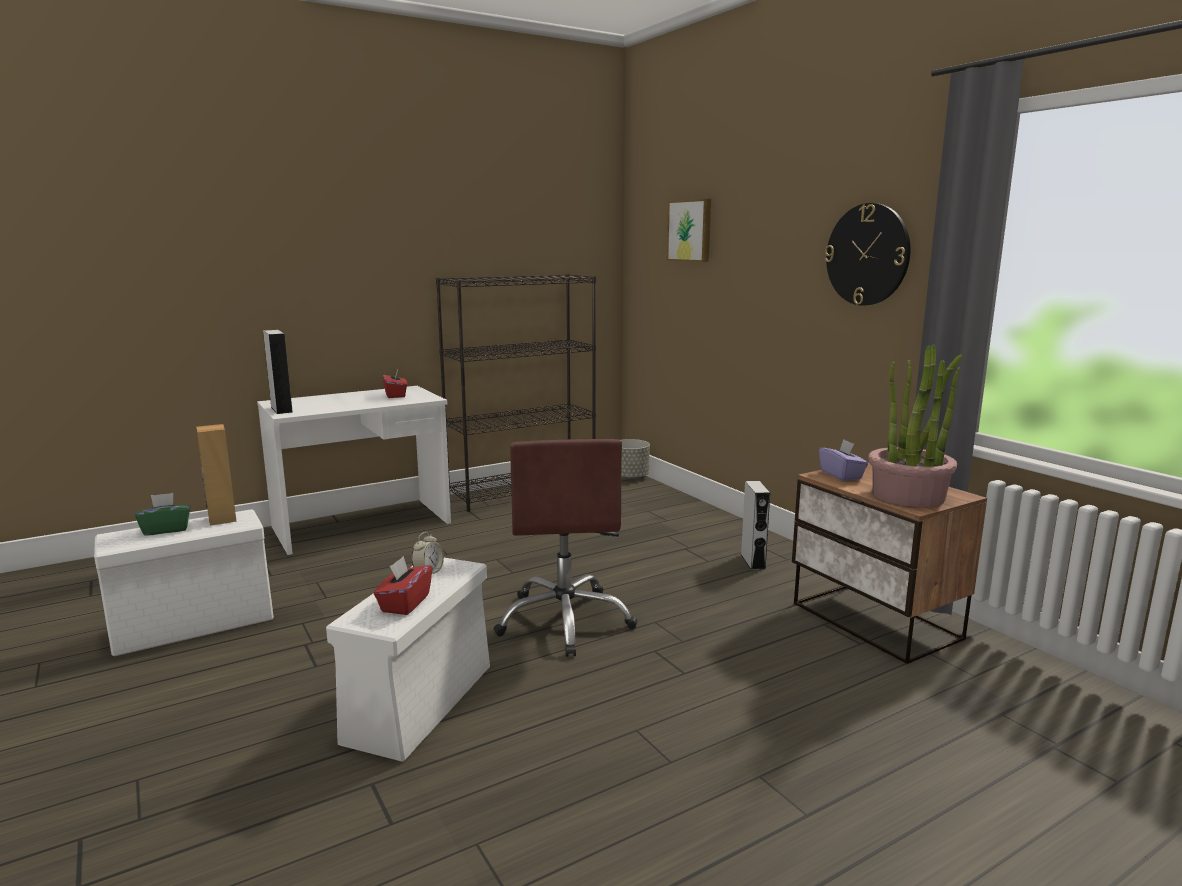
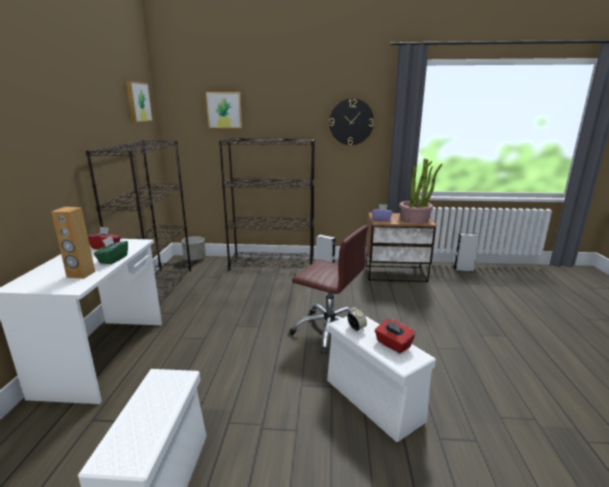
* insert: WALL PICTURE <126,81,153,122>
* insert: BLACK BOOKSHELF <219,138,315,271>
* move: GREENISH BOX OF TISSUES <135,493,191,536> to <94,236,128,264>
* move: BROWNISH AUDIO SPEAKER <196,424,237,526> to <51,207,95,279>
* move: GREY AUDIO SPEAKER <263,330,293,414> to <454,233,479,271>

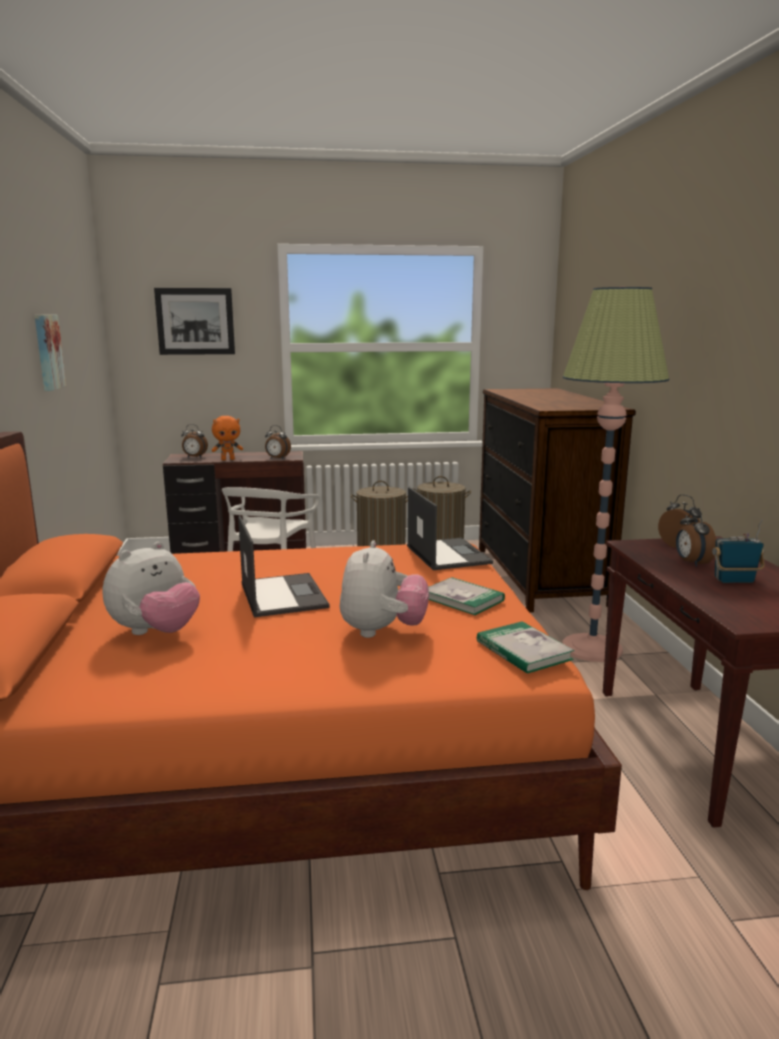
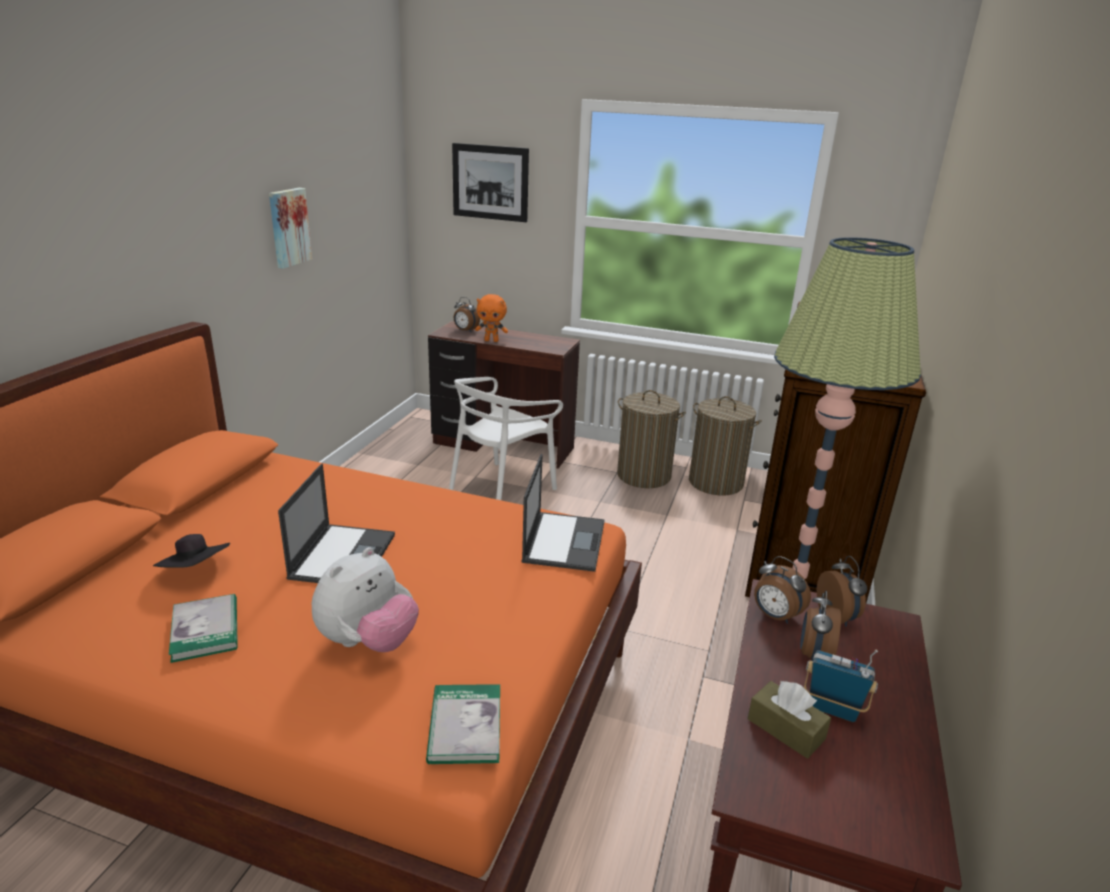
* insert: BROWNISH BOX OF TISSUES <748,680,831,759>
* move: BEDSIDE CLOCK <265,425,291,459> to <754,556,811,624>
* move: BOUND BOOK <429,577,505,615> to <169,594,238,663>
* replace: PLUSH TOY <103,542,200,635> to BLACK HAT <153,534,230,568>

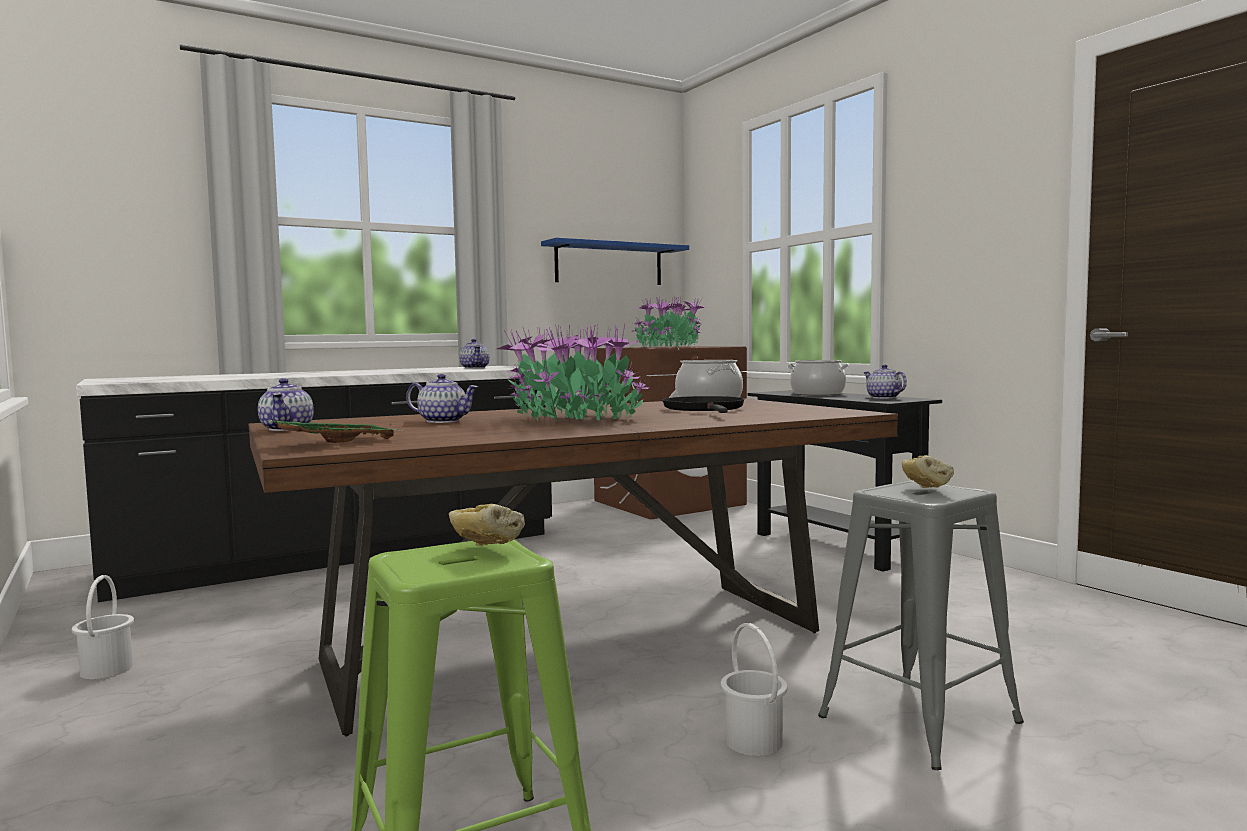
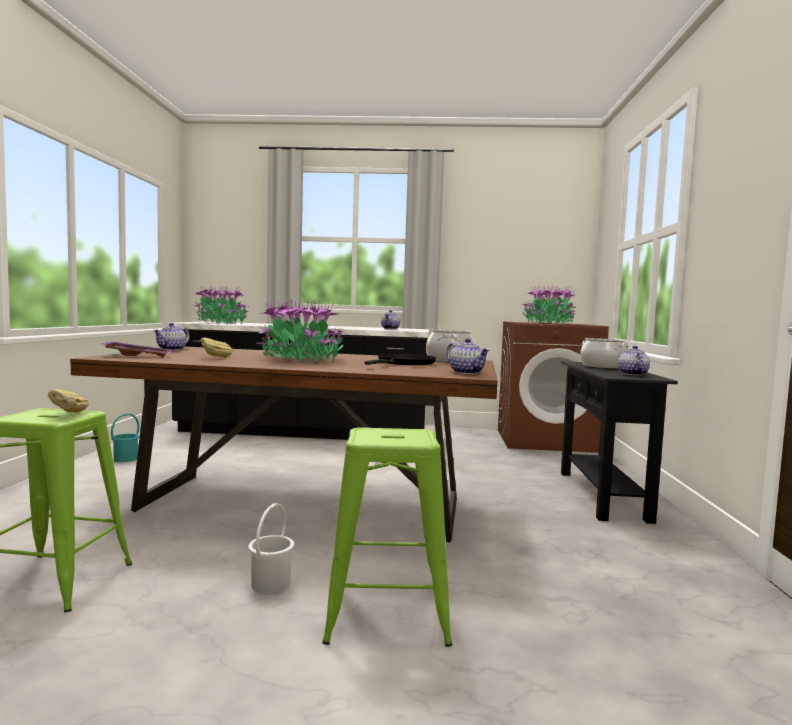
* delete: BLUE BRACKET SHELF <541,238,689,285>
* insert: PLANT IN A POT <194,286,250,324>
* move: POT FOR TEA <406,374,478,423> to <446,338,490,374>
* move: BREAD <902,455,954,488> to <201,337,233,358>
* recolor: WHITE-COLOURED BUCKET <72,575,134,679> to BLUE-GREEN BUCKET <111,413,140,462>
* recolor: GREENISH TRAY <269,420,403,443> to PURPLE-COLOURED TRAY <102,342,172,358>
* recolor: GREY SITTING STOOL <818,480,1024,770> to GREENISH SITTING STOOL <322,427,452,647>

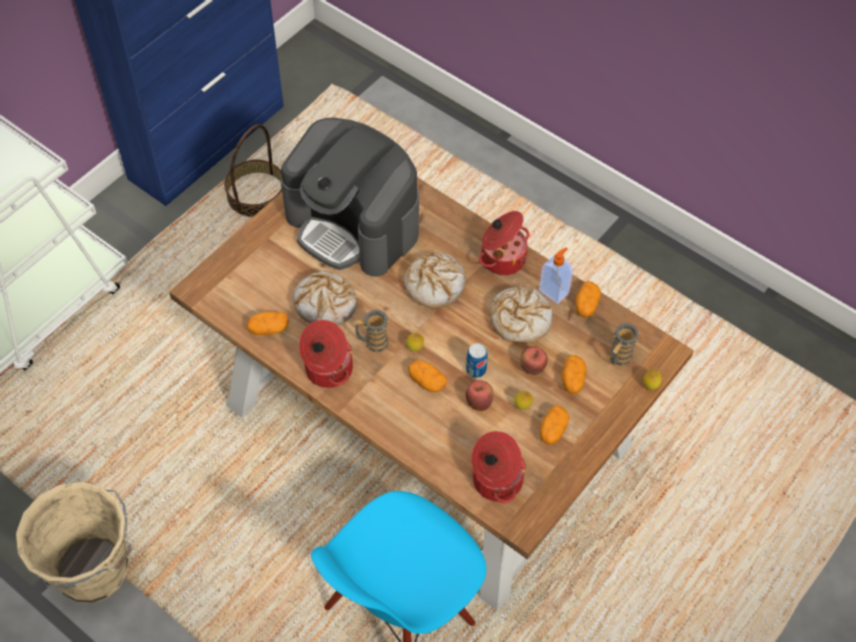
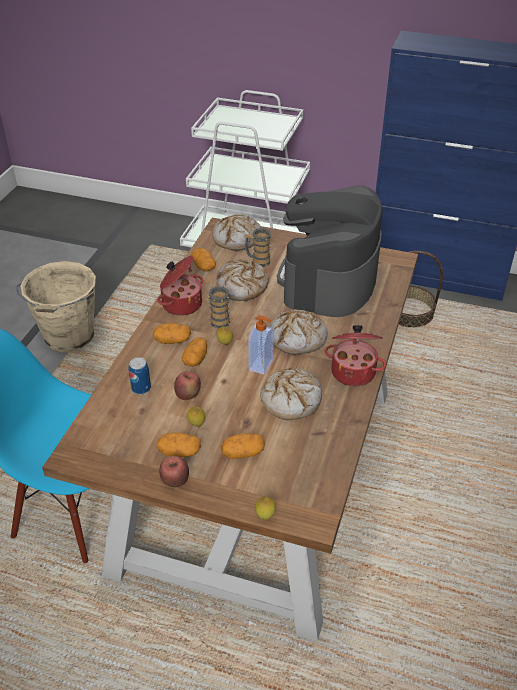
* delete: SAUCEPOT <472,431,526,503>
* insert: BREAD <212,214,262,251>
* move: CAN <466,343,488,378> to <129,357,151,395>
* move: APPLE FRUIT <520,346,548,375> to <159,456,189,487>
* move: LIQUID SOAP BOTTLE <539,248,573,304> to <248,315,274,374>
* move: POTATO <576,281,601,318> to <153,323,191,344>
* move: TEA MUG <609,323,640,367> to <244,228,272,267>

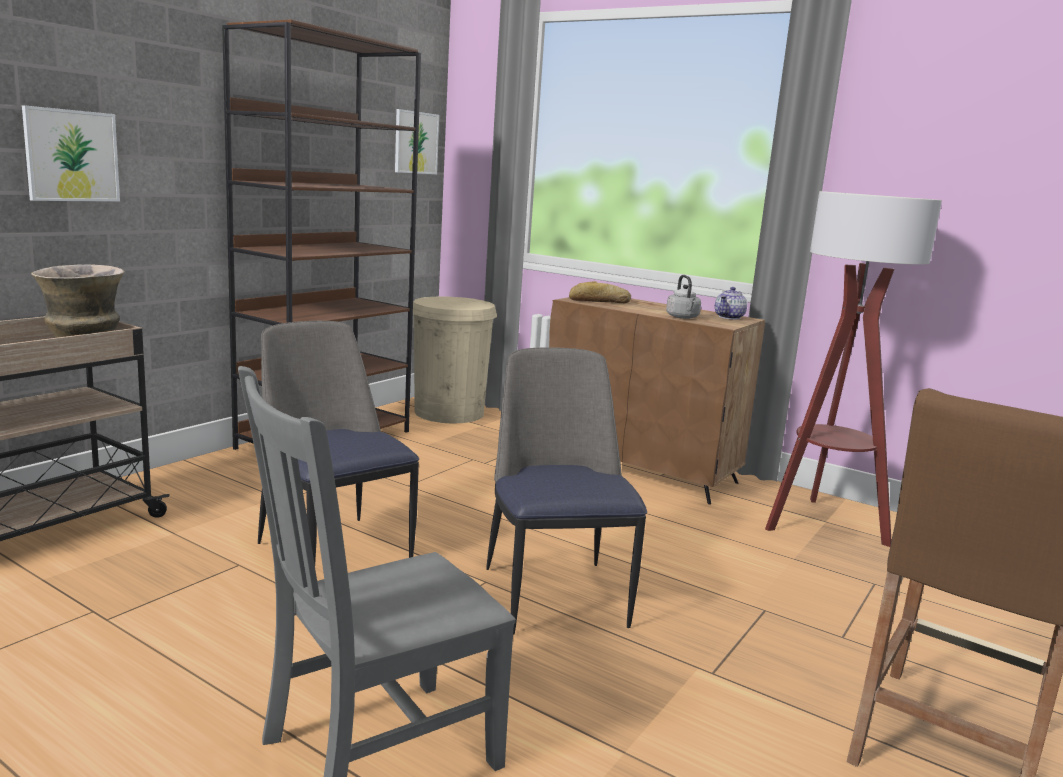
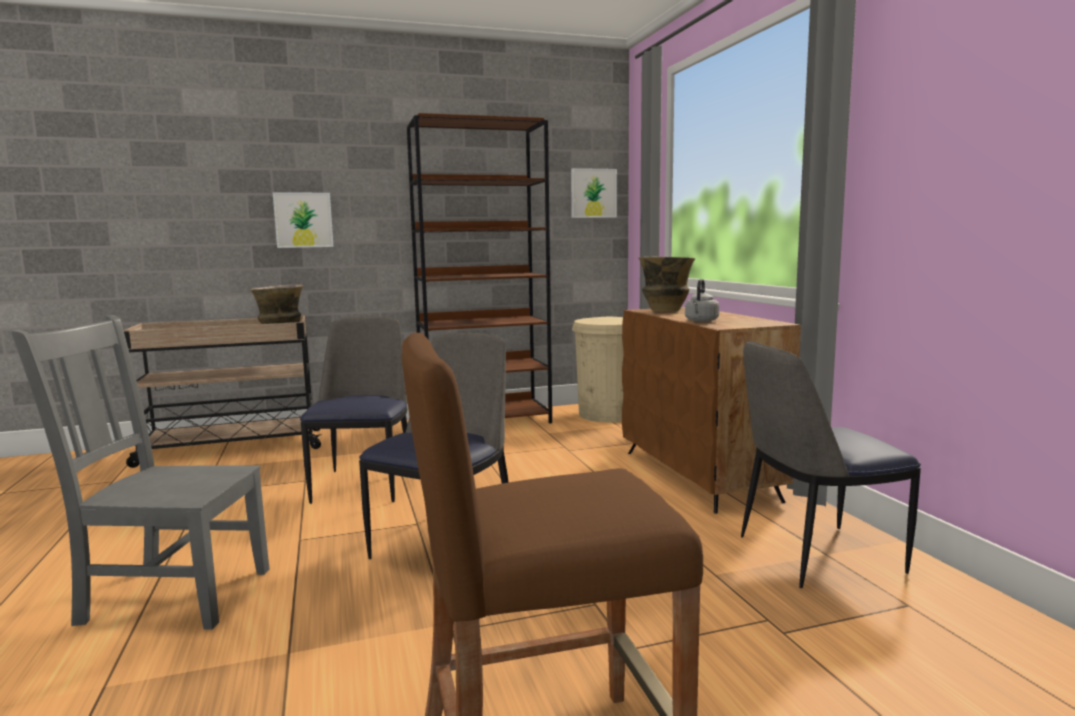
* delete: POT FOR TEA <715,287,747,320>
* replace: BREAD <569,281,631,303> to FLOWER VASE <638,256,696,312>
* replace: FLOOR LAMP <765,191,942,547> to UPRIGHT CHAIR <741,341,921,588>

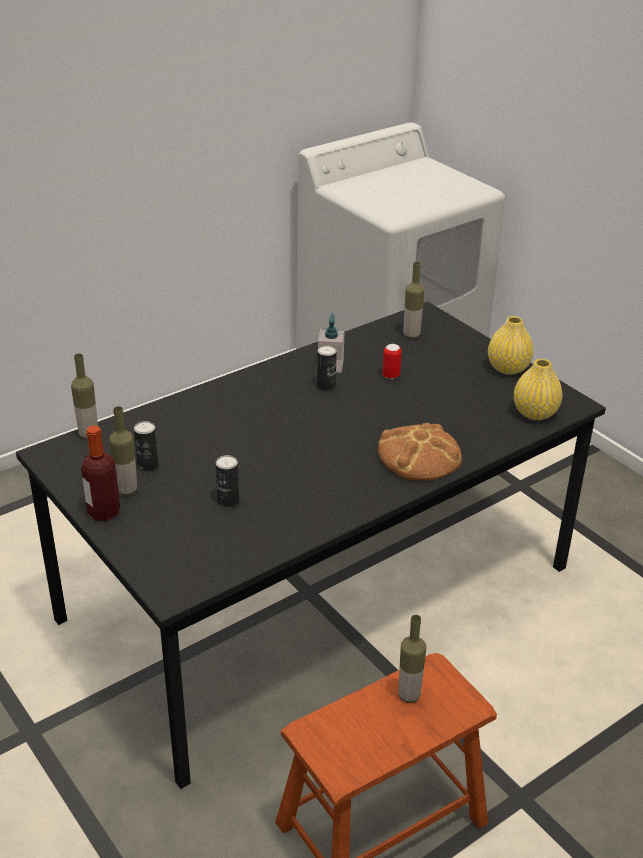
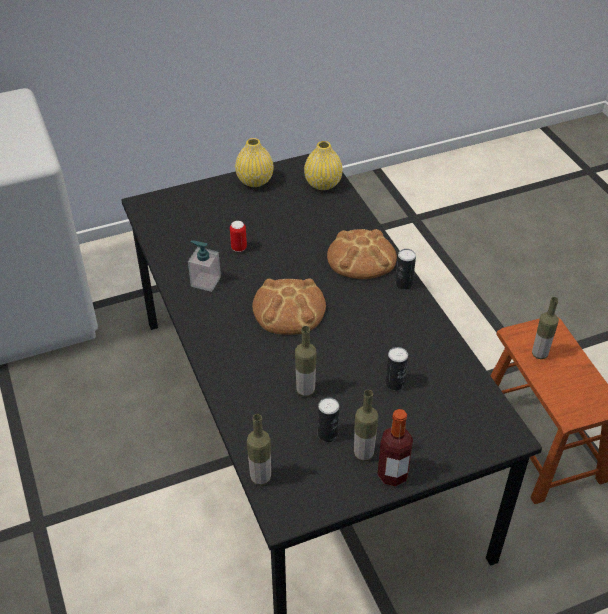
* insert: BREAD <252,279,326,335>
* move: CAN <317,345,337,391> to <395,249,416,290>
* move: BEVERAGE BOTTLE <403,262,425,339> to <295,326,317,397>

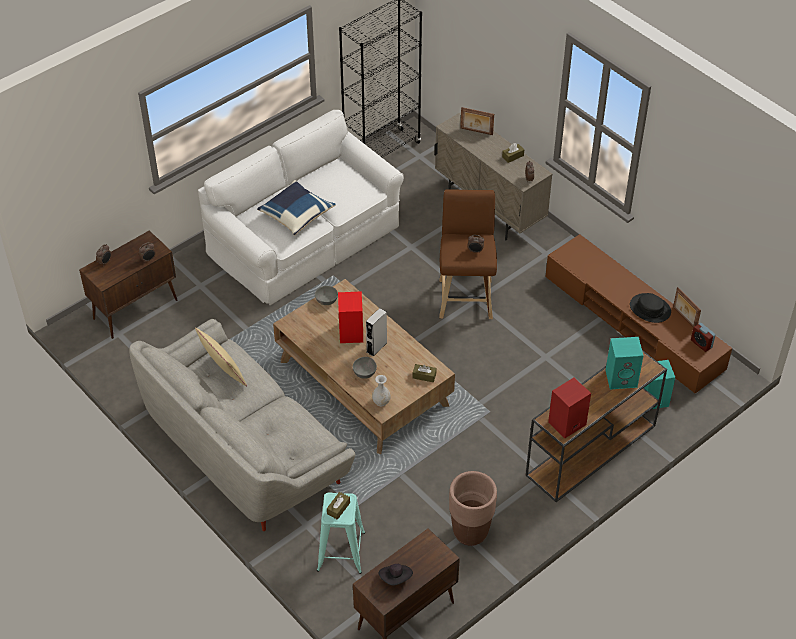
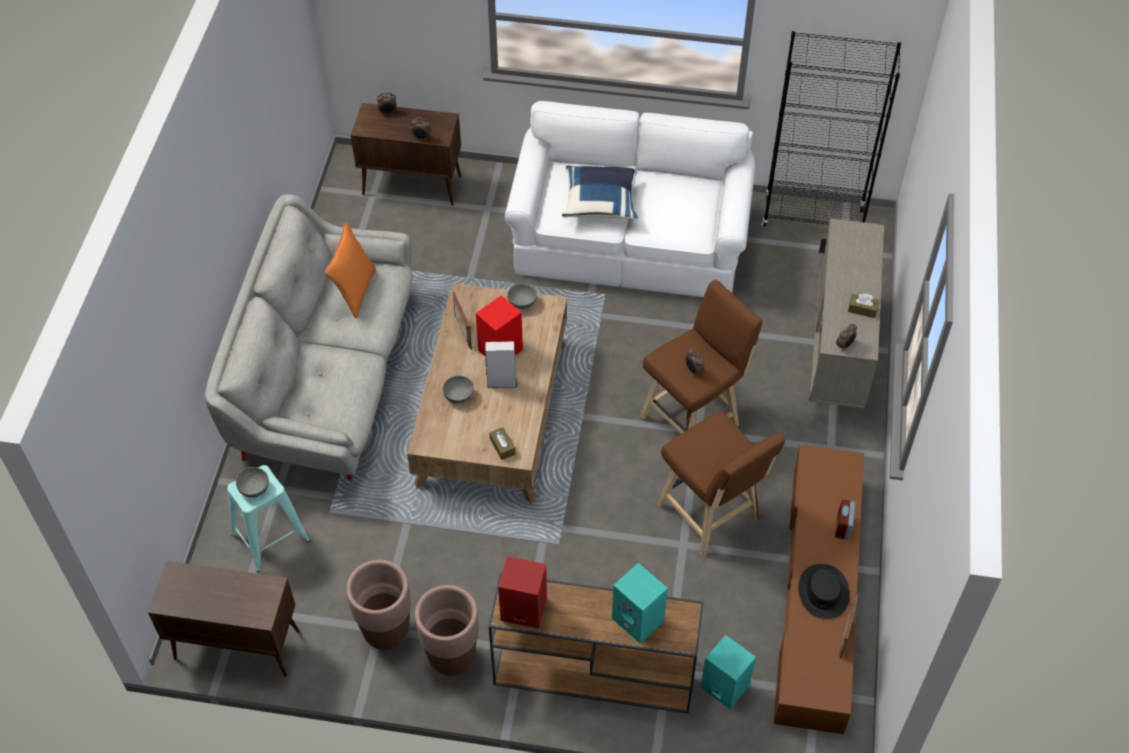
* delete: WHITE-COLOURED FLOWER VASE <372,375,391,407>
* delete: BLACK HAT <379,564,413,586>
* insert: BROWNISH PLANT POT <415,585,479,676>
* insert: BROWNISH SITTING STOOL <657,411,785,556>
* move: STANDING FRAME <460,107,494,135> to <453,292,472,350>
* move: BEDSIDE CLOCK <691,323,715,352> to <835,500,855,540>
* replace: BROWNISH BOX OF TISSUES <327,492,350,520> to GREY SERVING BOWL <236,467,269,498>
* recolor: SAND-COLOURED CUSHION <195,327,247,387> to ORANGEY CUSHION <325,222,376,318>

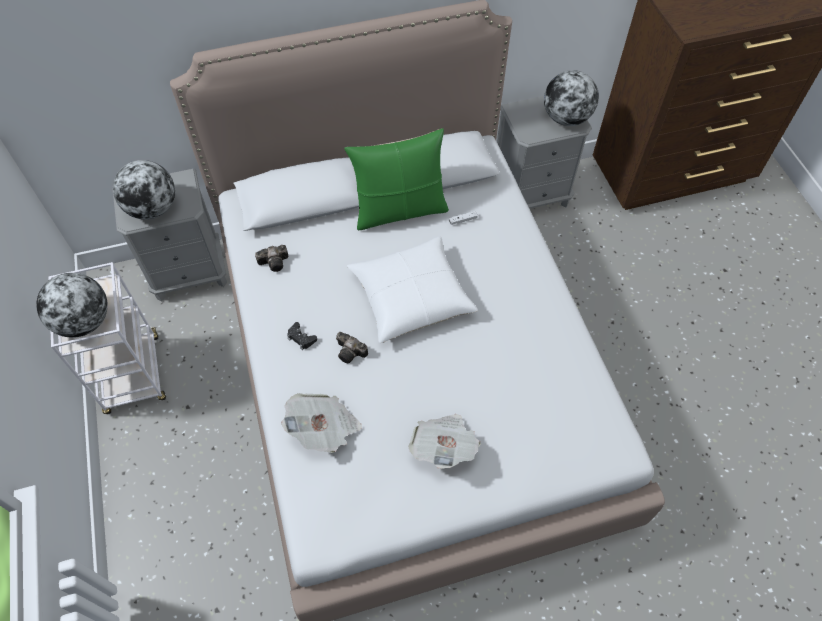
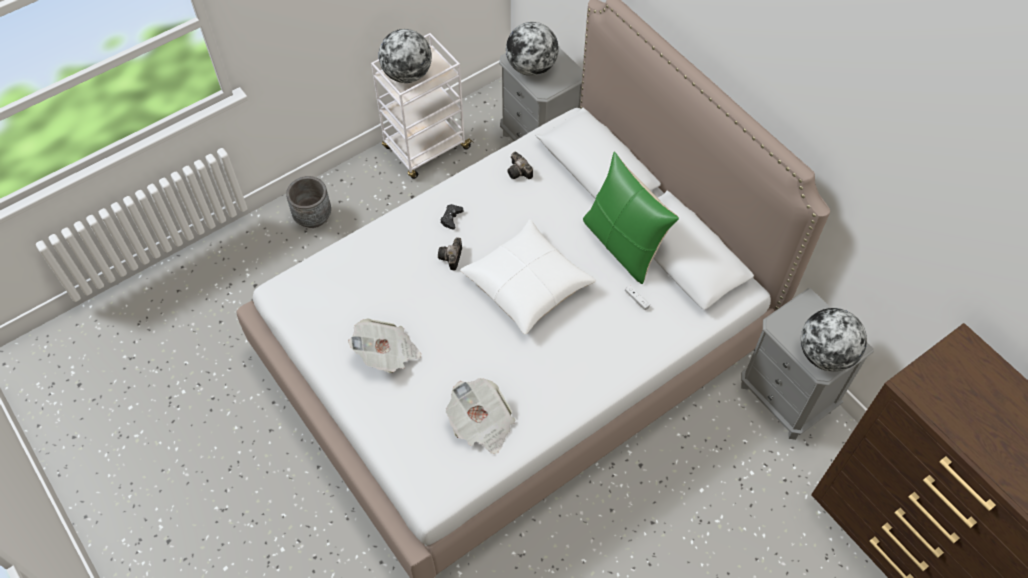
* insert: GREY PLANT POT <286,176,331,228>
* move: PRINTED PAPER <281,393,362,453> to <446,378,516,454>

